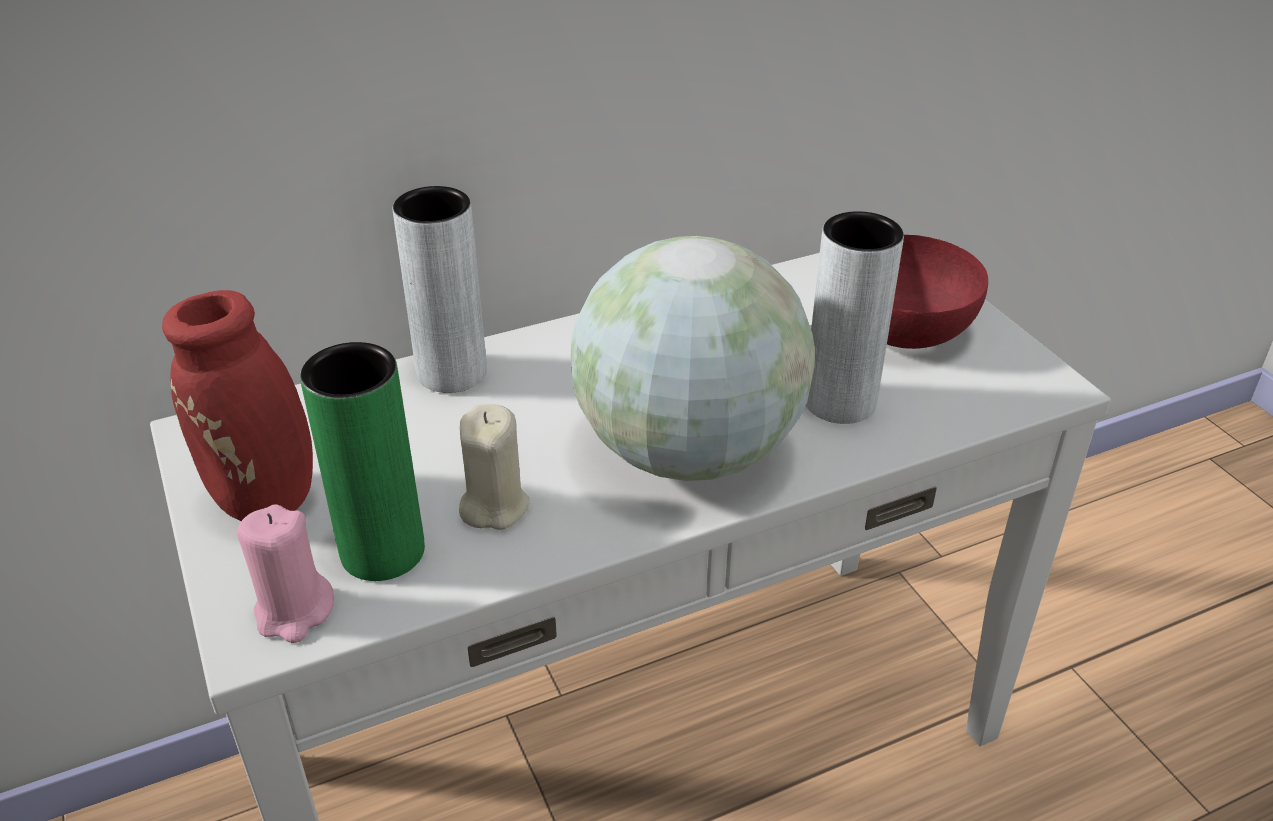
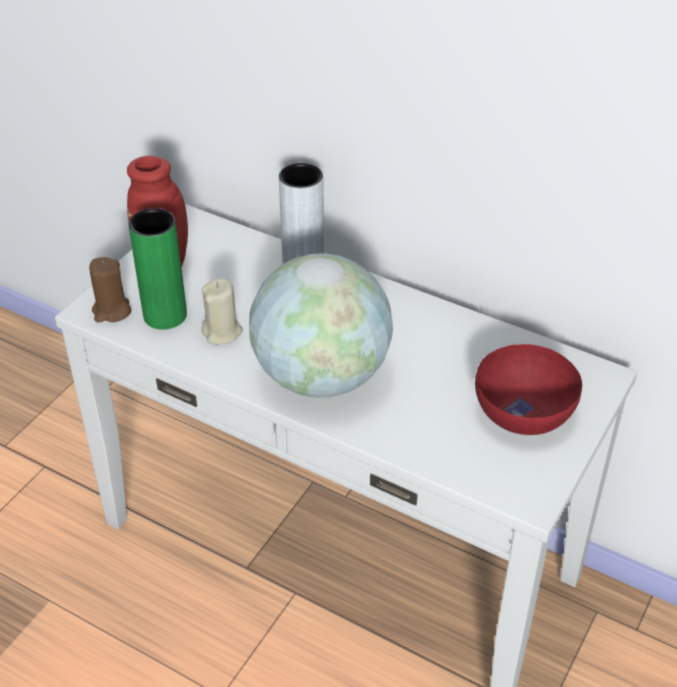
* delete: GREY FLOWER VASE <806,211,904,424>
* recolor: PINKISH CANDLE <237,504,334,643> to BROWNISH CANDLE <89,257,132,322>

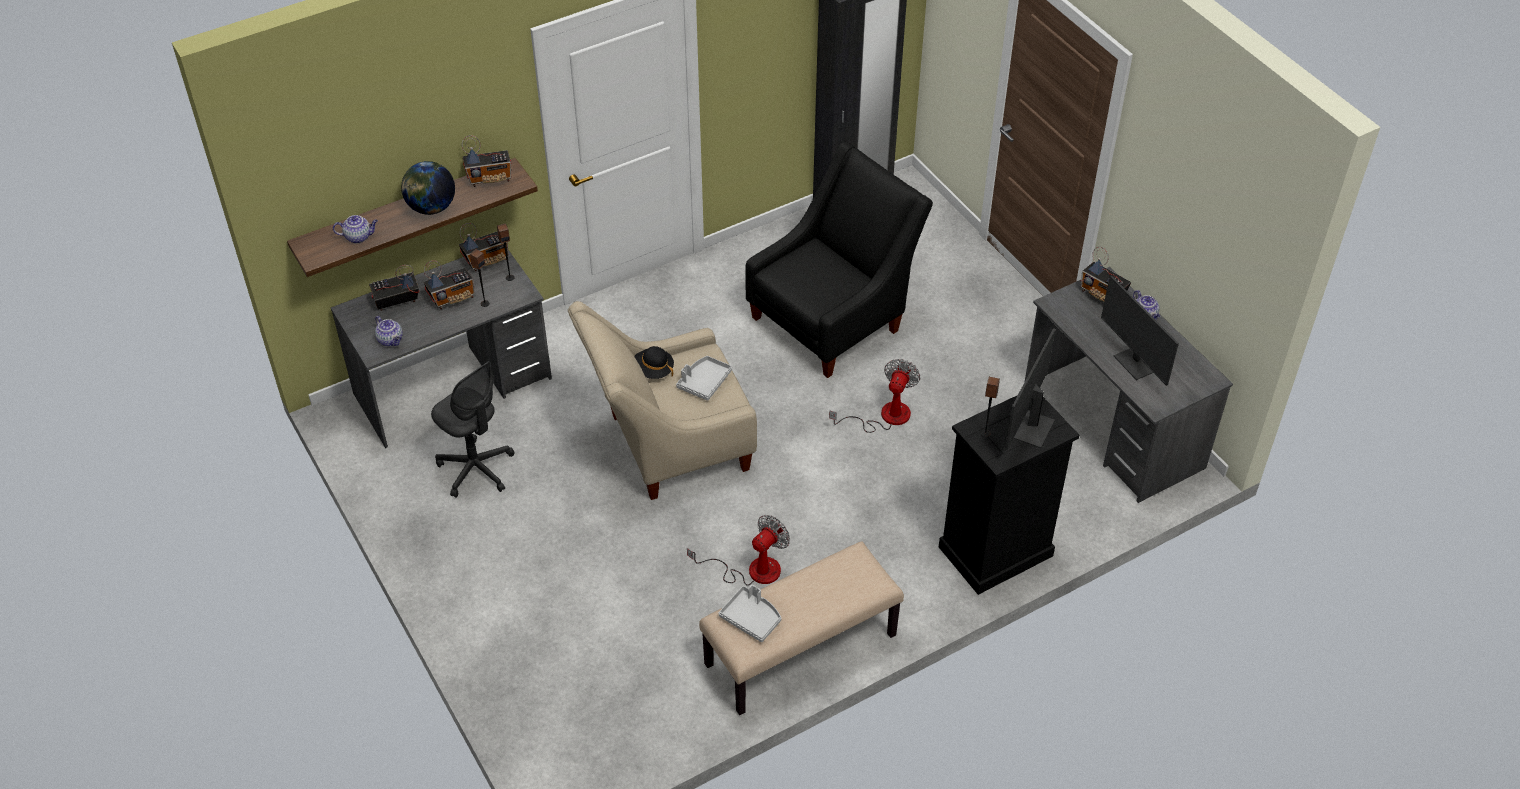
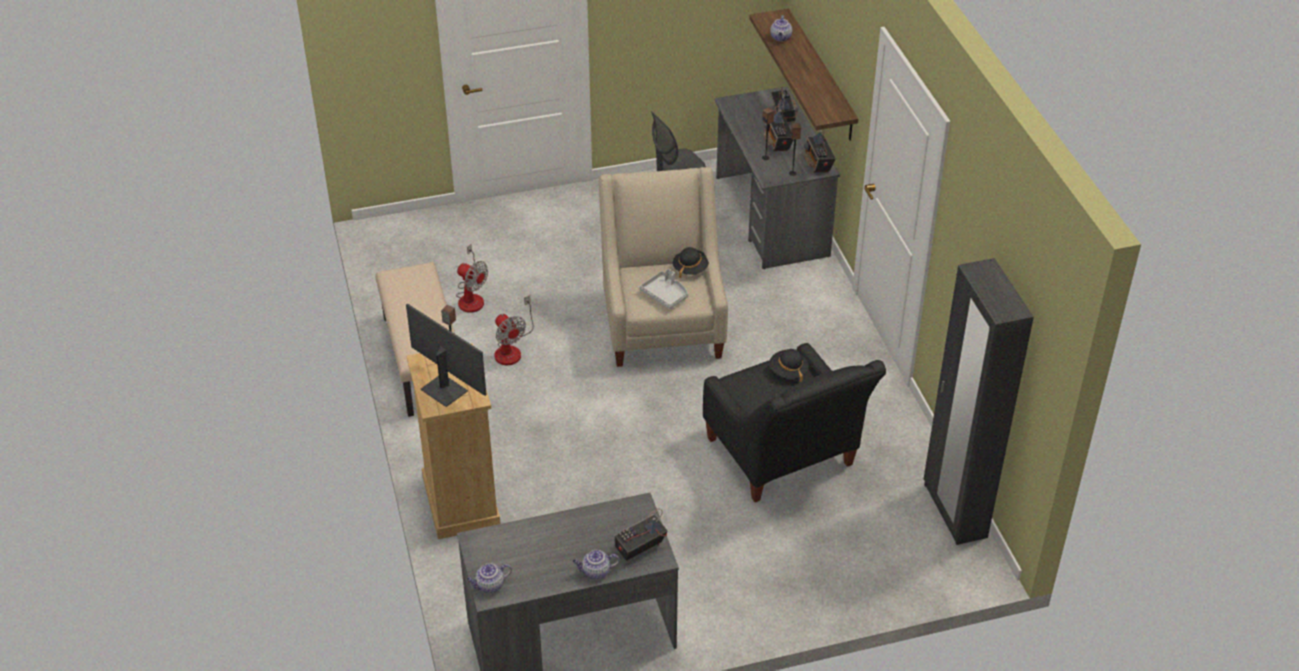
* delete: GLOBE <401,161,455,215>
* delete: RADIO SET <462,135,511,187>
* delete: GREY TRAY <719,585,782,642>
* delete: COMPUTER DISPLAY <1101,275,1179,386>
* insert: BLACK HAT <769,349,809,382>
* move: POT FOR TEA <375,316,403,346> to <467,563,512,593>
* move: ELECTRIC FAN <829,359,921,433> to <456,244,488,313>
* recolor: BLACK DRESSER <939,395,1079,595> to SAND-COLOURED DRESSER <407,343,501,539>

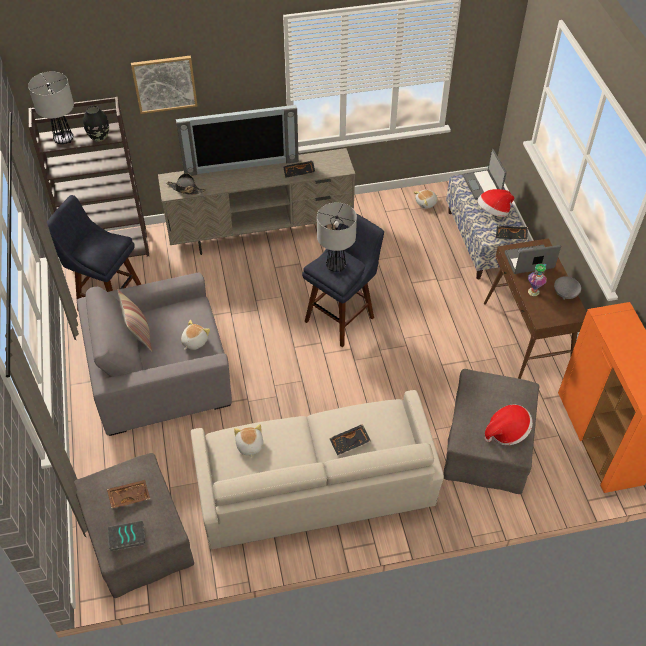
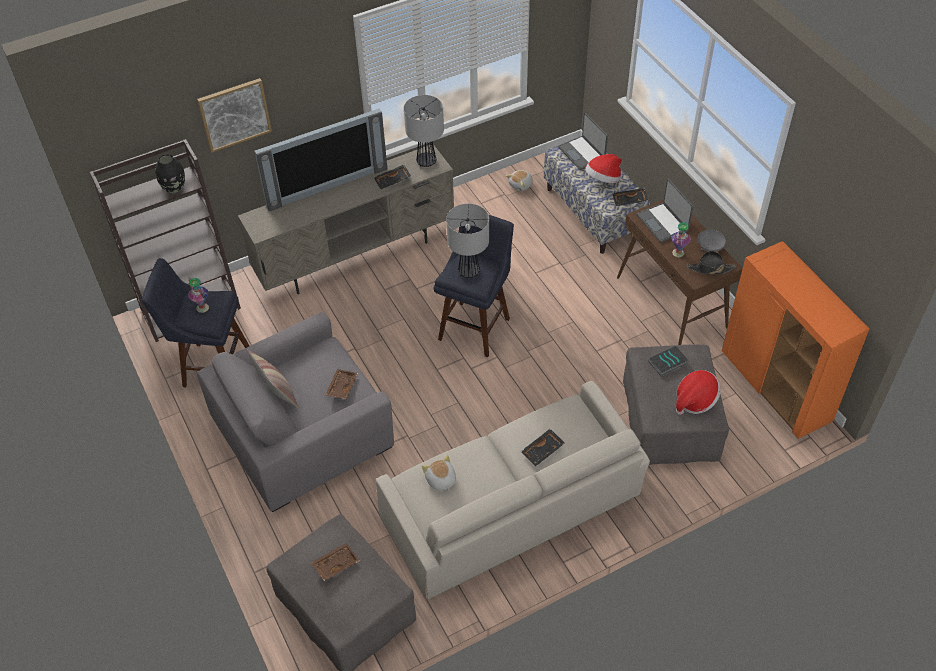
* insert: FLOWER VASE <188,278,209,313>
* move: LAMP FOR A TABLE <28,72,74,144> to <404,95,444,167>
* move: BOUND BOOK <108,521,146,551> to <648,346,689,377>
* move: BLACK HAT <167,173,206,195> to <686,251,736,275>
* replace: PLUSH TOY <181,320,210,350> to BROWNISH TRAY <325,369,358,399>
* rotate: NOTEBOOK COMPUTER <505,245,561,274> = <637,179,694,242> 90 degrees counterclockwise

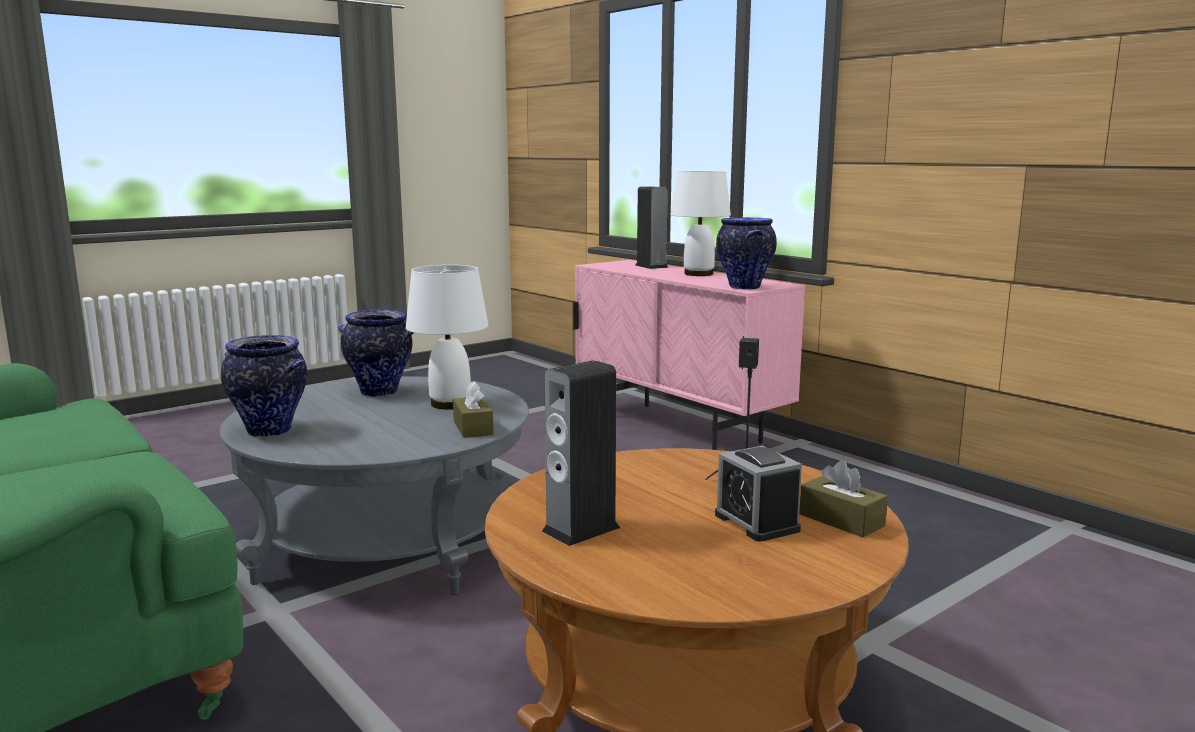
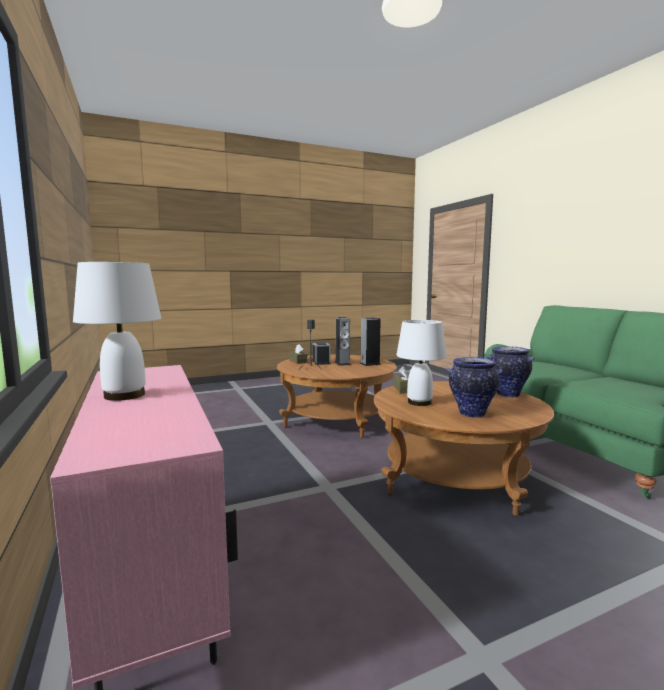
* delete: FLOWER VASE <716,217,777,290>
* move: AUDIO SPEAKER <635,186,668,269> to <335,317,351,366>
* recolor: GREY COFFEE TABLE <219,377,529,595> to BROWNISH COFFEE TABLE <374,381,554,516>

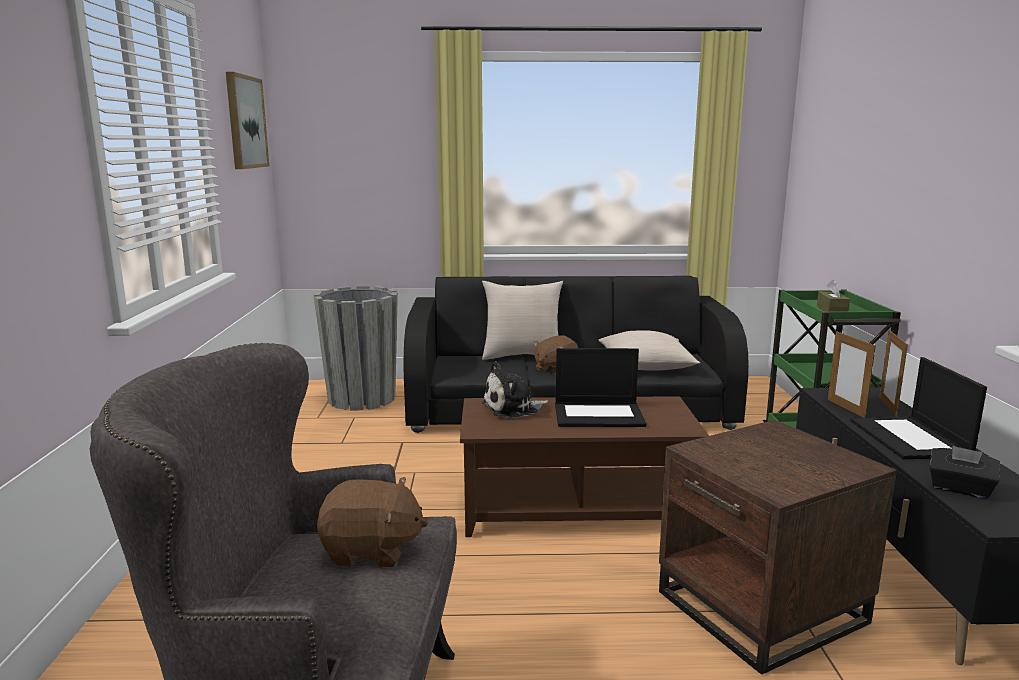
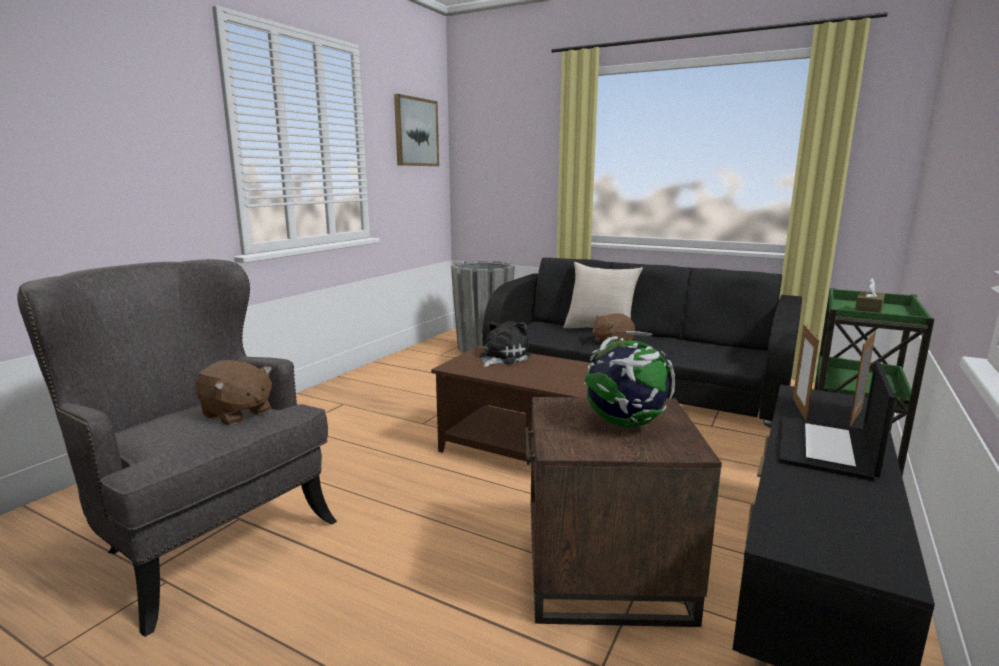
* delete: NOTEBOOK COMPUTER <555,348,646,427>
* delete: SAND-COLOURED CUSHION <599,330,700,371>
* delete: BLACK BOX OF TISSUES <930,446,1000,499>
* insert: GLOBE <584,331,675,428>
* rotate: PLUSH TOY <482,361,548,418> = <480,321,531,367> 120 degrees clockwise

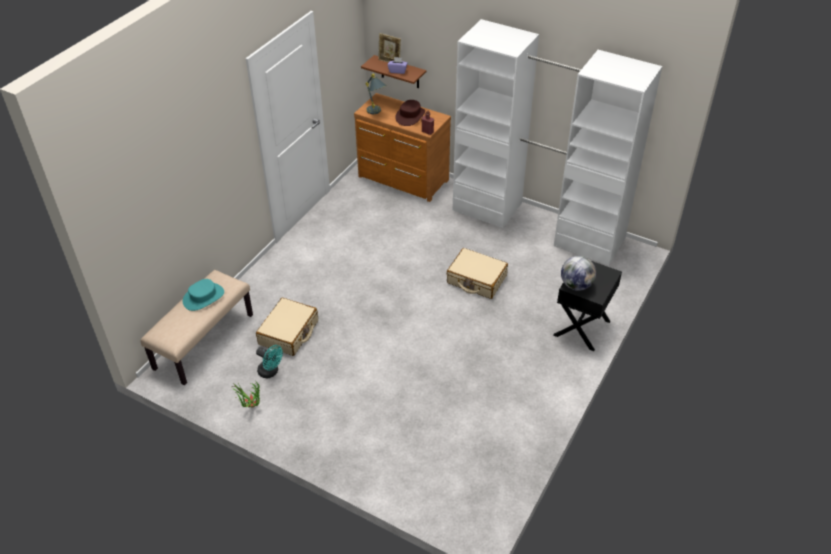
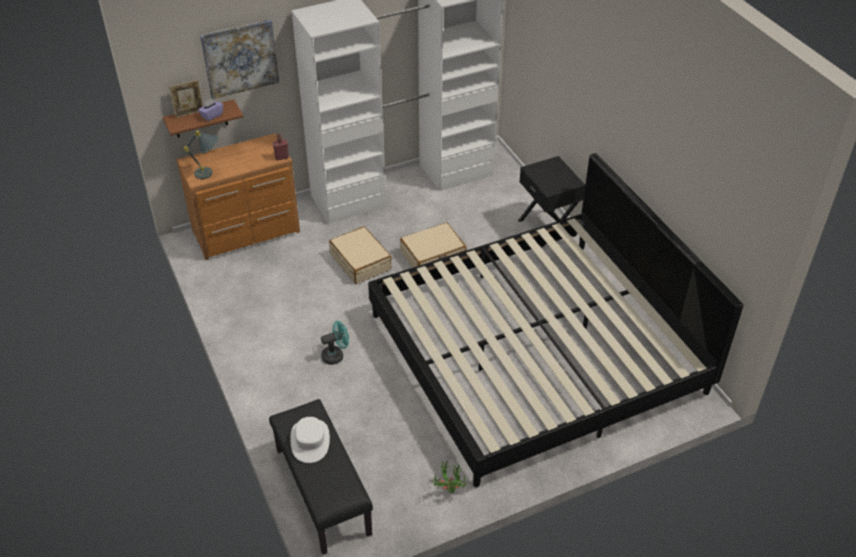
* delete: BROWNISH HAT <395,100,425,126>
* delete: GLOBE <561,256,596,291>
* insert: WALL PICTURE <200,19,279,99>
* insert: SLEEPING BED <368,153,744,487>
* move: SAND-COLOURED PIECE OF LUGGAGE <256,298,318,356> to <329,226,392,284>
* move: BLUE-GREEN ELECTRIC FAN <256,345,283,378> to <321,321,349,365>
* recolor: SAND-COLOURED INDOOR BENCH <140,270,253,386> to BLACK INDOOR BENCH <269,399,373,555>
* recolor: BLUE-GREEN HAT <183,279,224,311> to WHITE-COLOURED HAT <290,417,330,463>

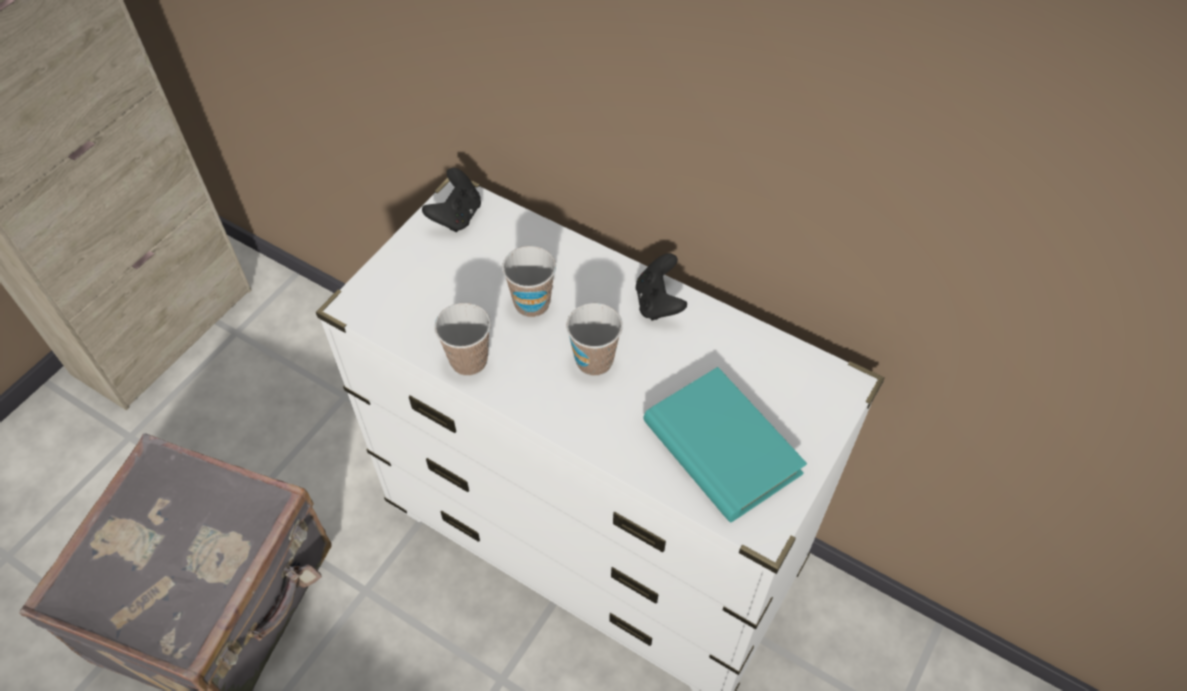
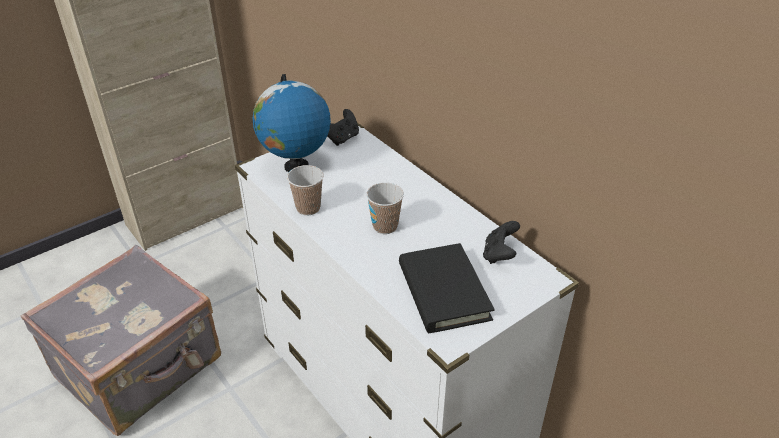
* delete: DRINKING CUP <502,246,556,318>
* insert: GLOBE <252,74,331,172>
* move: BLACK JOYPAD <636,253,687,321> to <483,221,520,264>
* recolor: BLUE-GREEN BOUND BOOK <643,367,807,523> to BLACK BOUND BOOK <399,243,495,333>

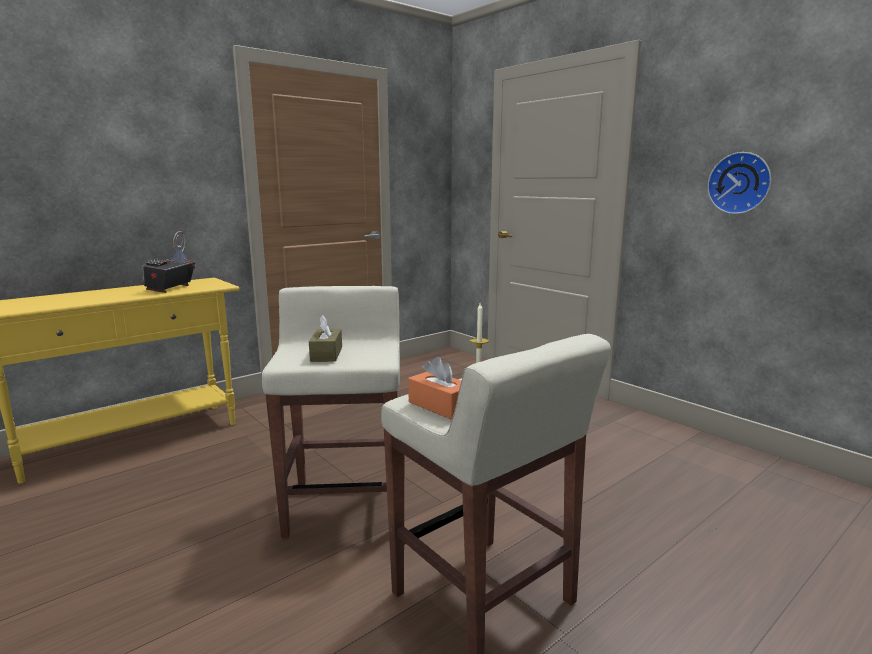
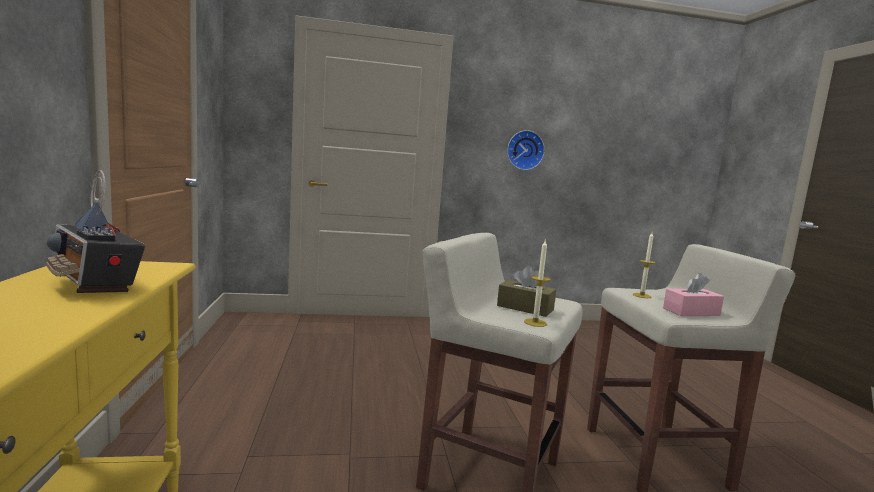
* insert: CANDLE <524,240,551,327>
* recolor: ORANGEY BOX OF TISSUES <408,357,461,420> to PINKISH BOX OF TISSUES <663,273,724,316>

